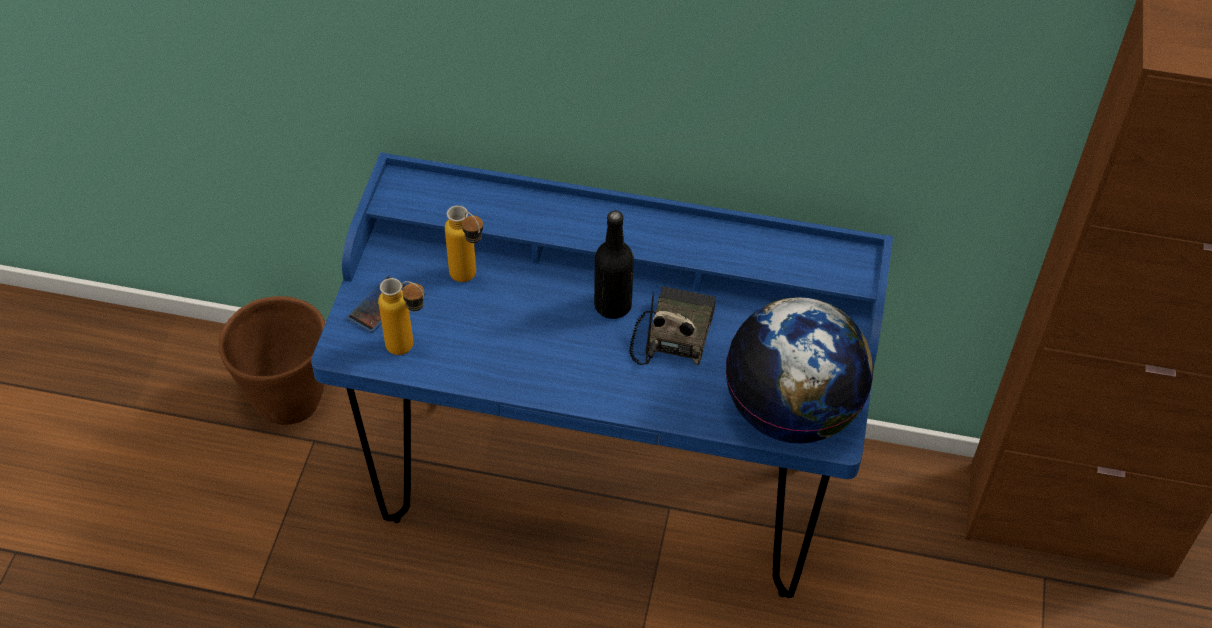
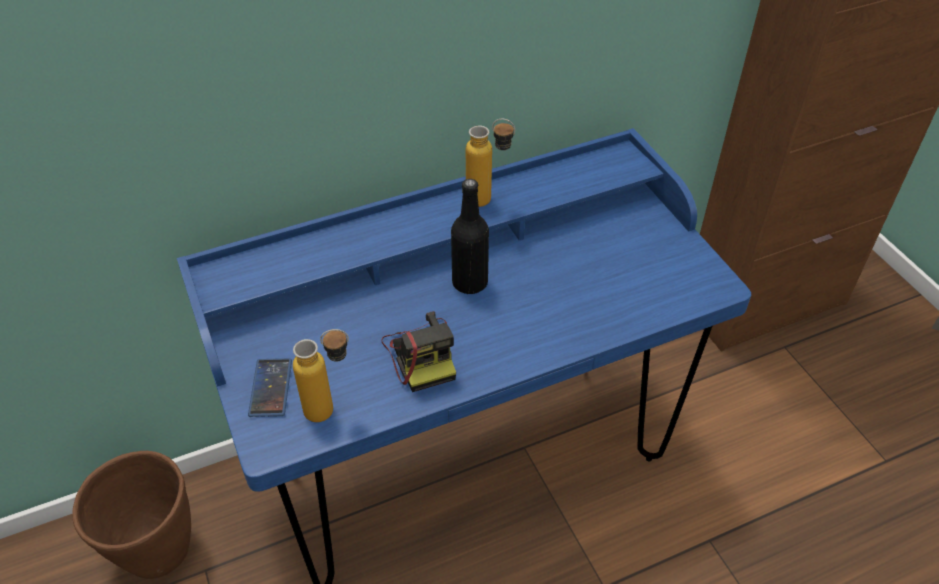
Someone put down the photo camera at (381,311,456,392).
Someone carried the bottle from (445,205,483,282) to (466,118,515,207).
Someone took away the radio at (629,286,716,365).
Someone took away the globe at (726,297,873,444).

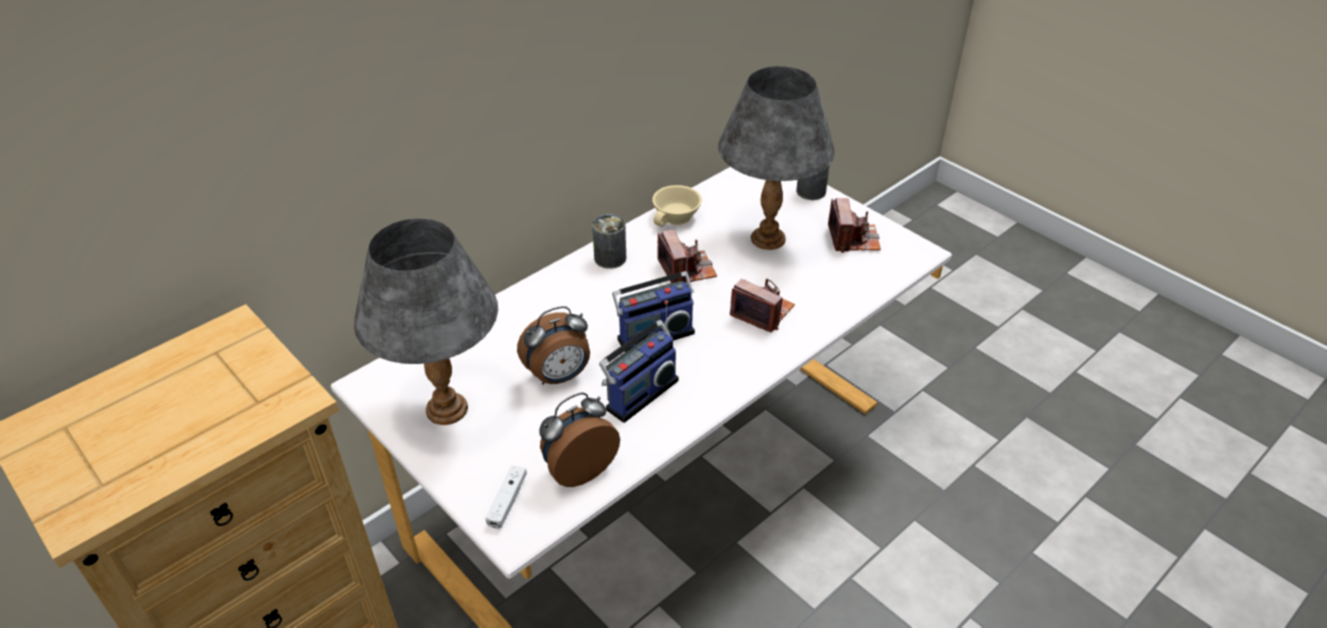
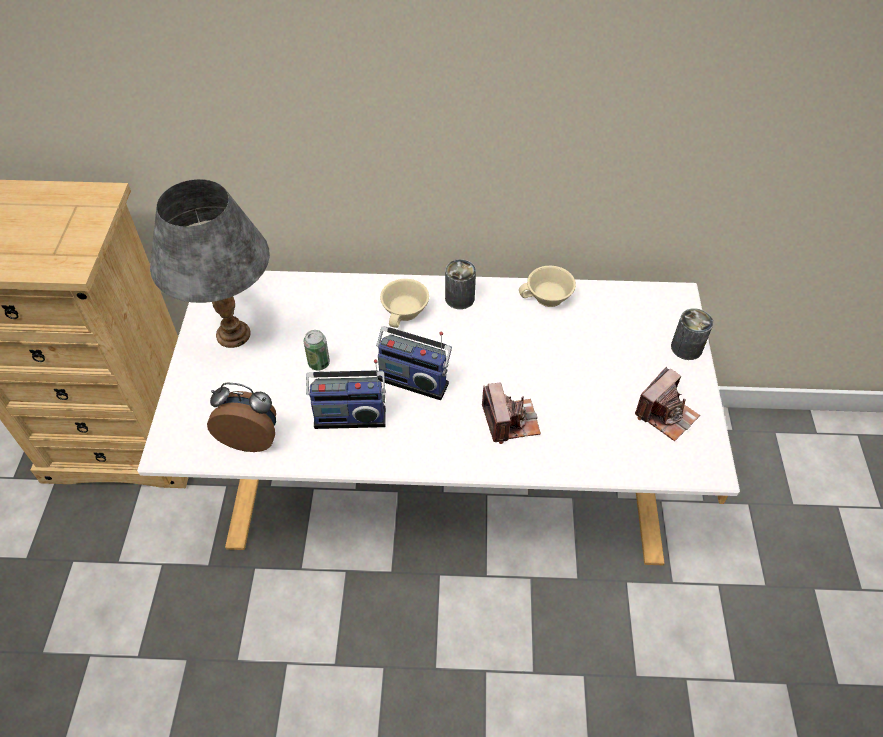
Someone swapped the alarm clock at (517,306,590,385) for the can at (304,330,330,371).
Someone put down the beige cup at (380,279,429,328).
Someone took away the white game controller at (485,466,527,529).
Someone took away the photo camera at (657,230,717,283).
Someone took away the grey table lamp at (718,66,835,250).

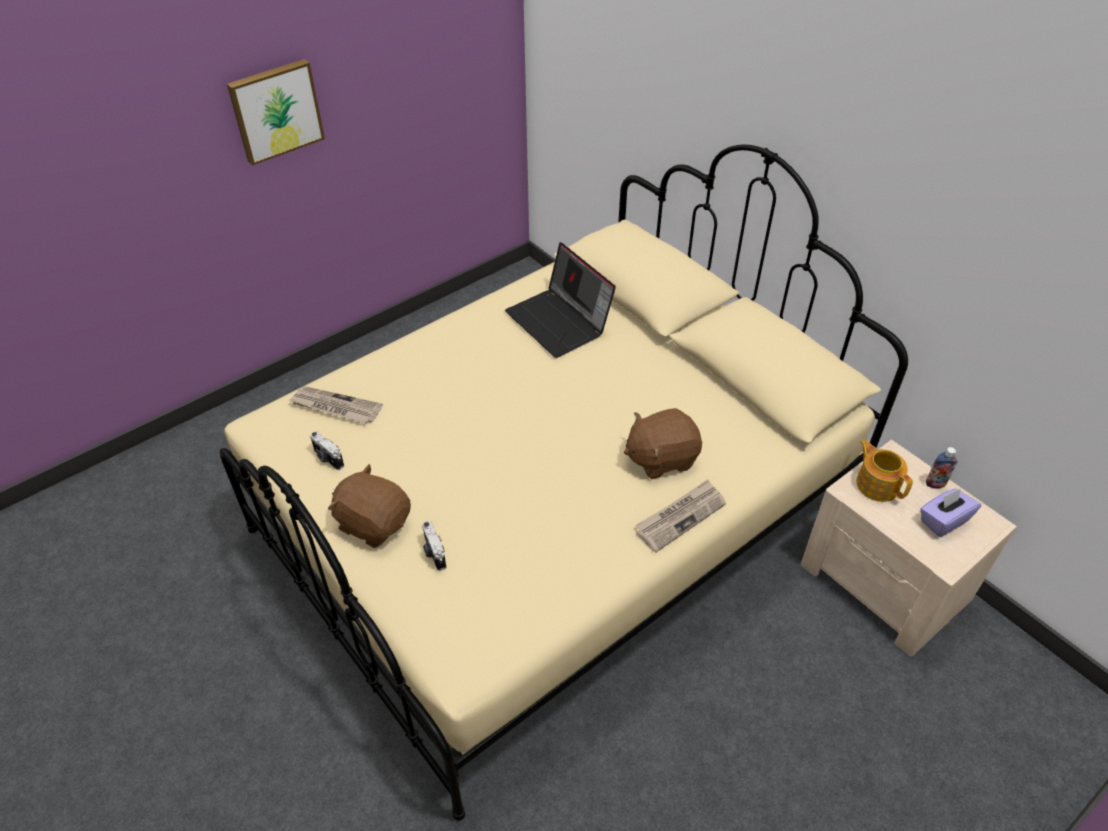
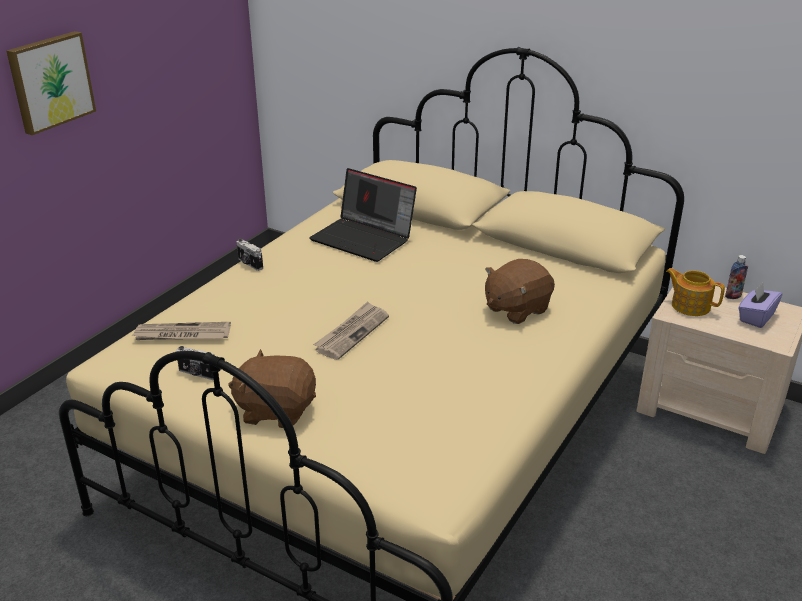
Someone carried the photo camera from (422,521,446,571) to (237,238,263,271).
Someone carried the newspaper from (635,480,726,553) to (313,302,389,360).

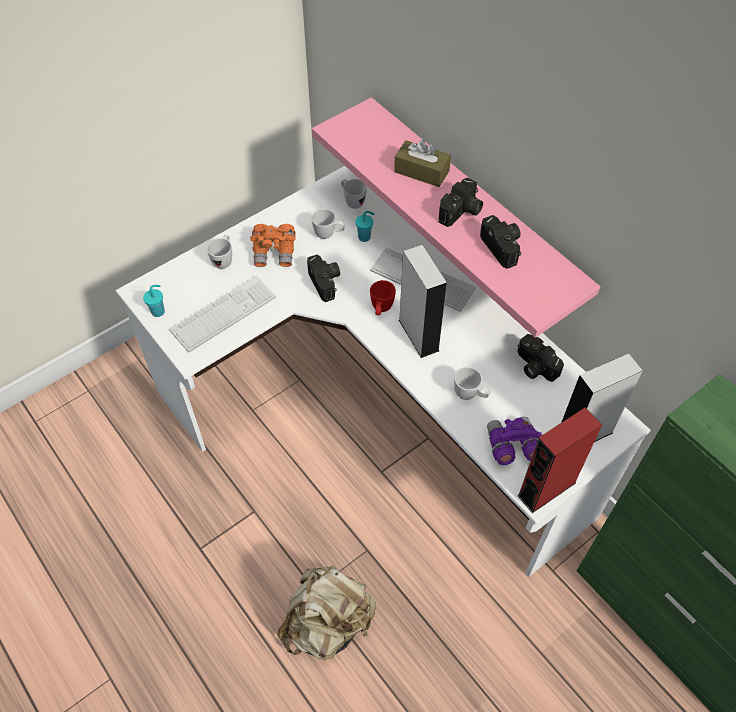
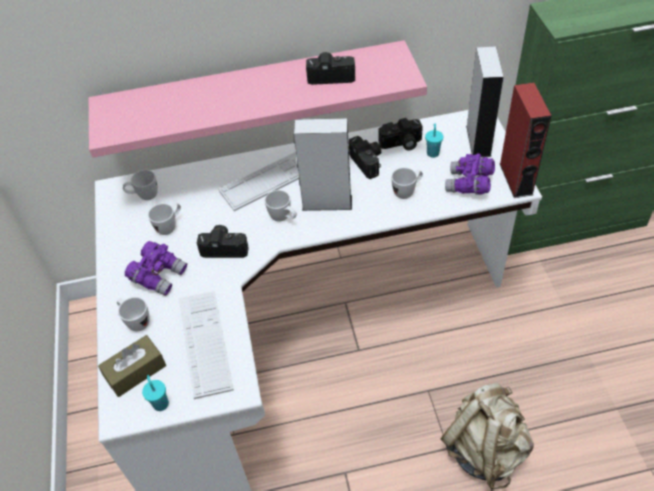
Someone carried the brown tissue box from (394,140,451,187) to (98,335,166,397).
Someone repainted the orange binoculars at (250,224,296,267), which became the purple binoculars at (125,241,187,296).
Someone repainted the red mug at (370,280,396,315), which became the white mug at (265,190,297,222).
Someone carried the photo camera from (438,178,483,227) to (349,136,381,179).
Someone carried the turquoise cup from (355,211,374,242) to (425,124,443,158).

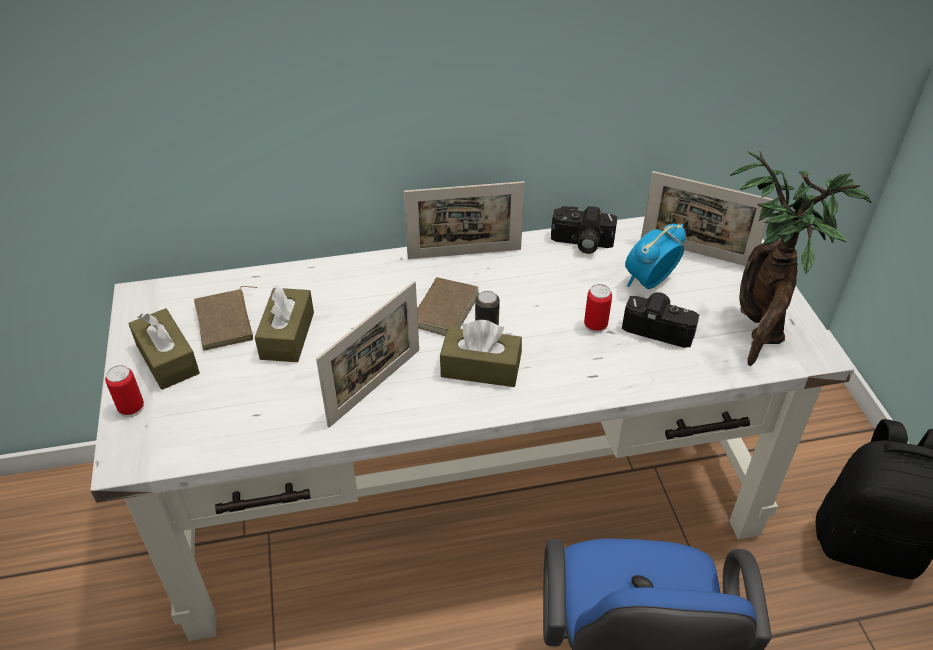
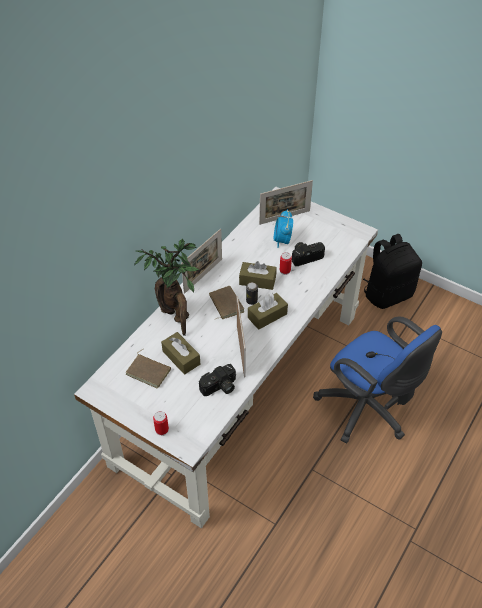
Someone carried the potted plant from (730,151,871,367) to (134,239,199,336).
Someone carried the photo camera from (551,206,617,254) to (199,364,236,396).
Someone carried the brown tissue box from (128,308,200,390) to (239,261,277,290).

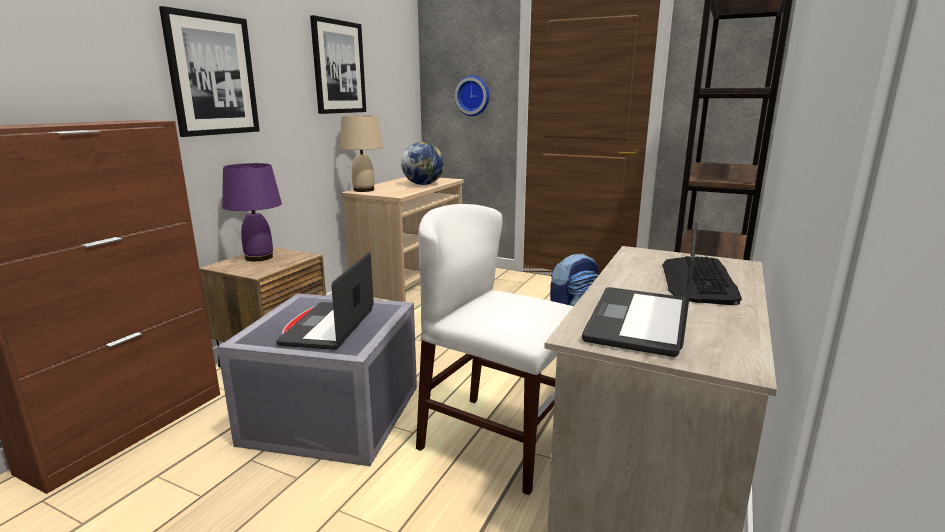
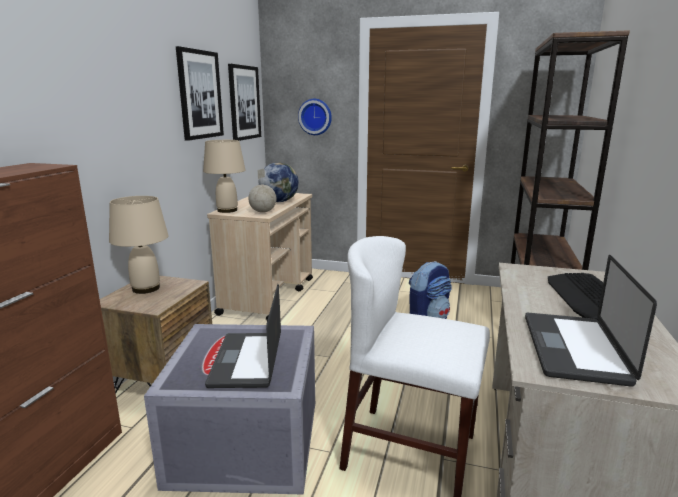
Someone repainted the purple table lamp at (222,163,282,261), which became the beige table lamp at (109,196,168,294).
Someone carried the picture from (159,6,260,137) to (228,64,261,141).
Someone put down the globe at (248,168,277,213).

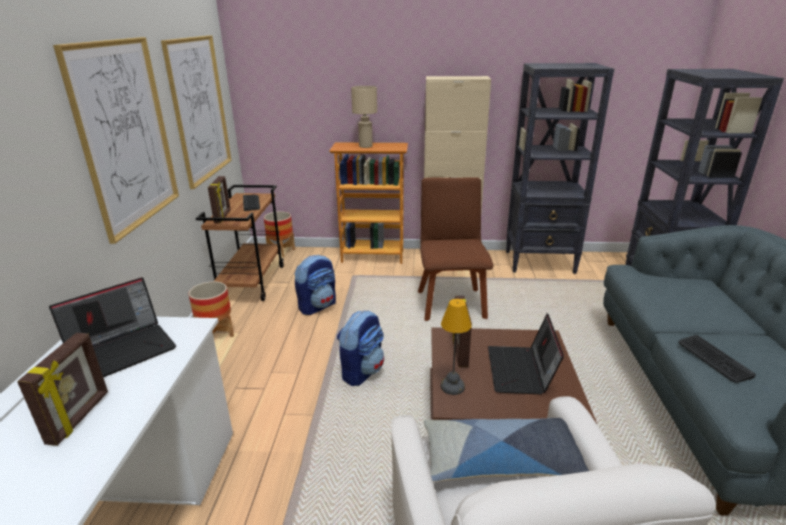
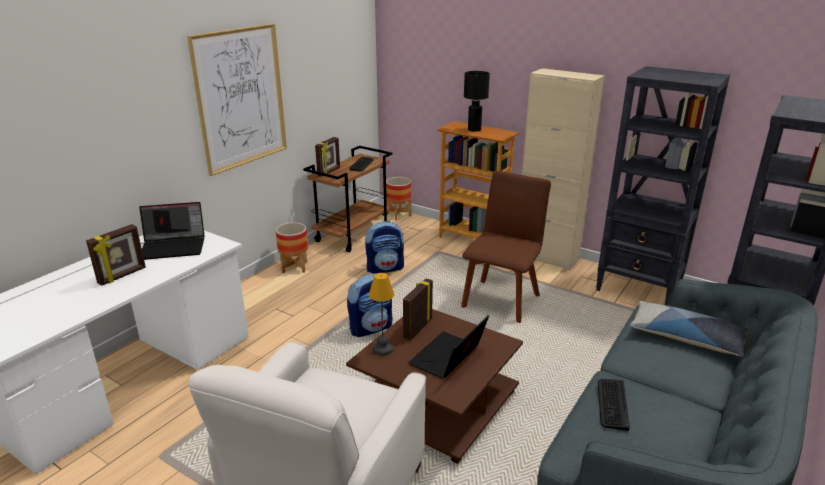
Someone repainted the beige table lamp at (351,86,377,148), which became the black table lamp at (464,71,490,132).
Someone carried the pillow from (424,418,589,482) to (630,301,749,356).
Someone took away the picture at (161,35,232,189).

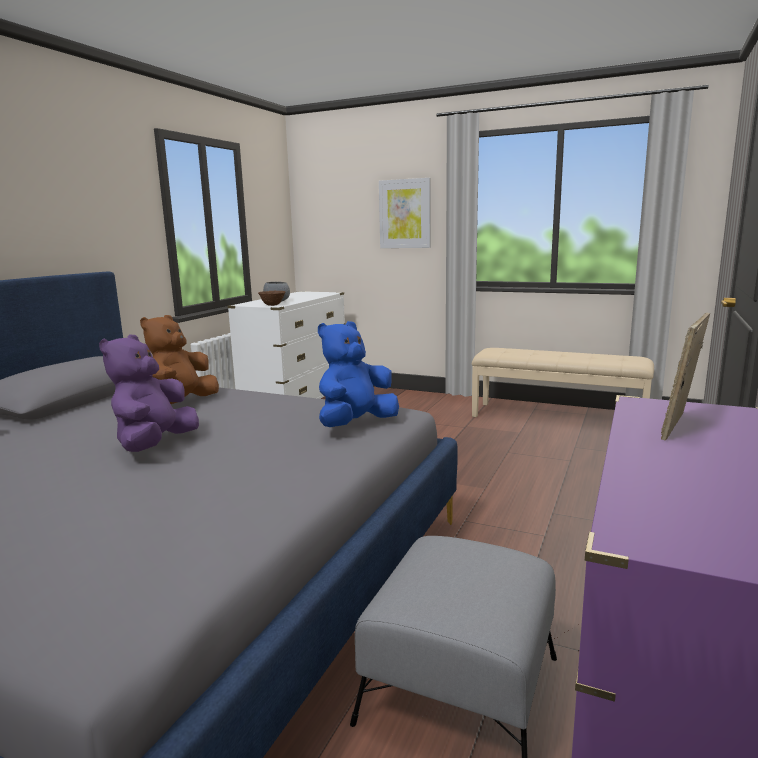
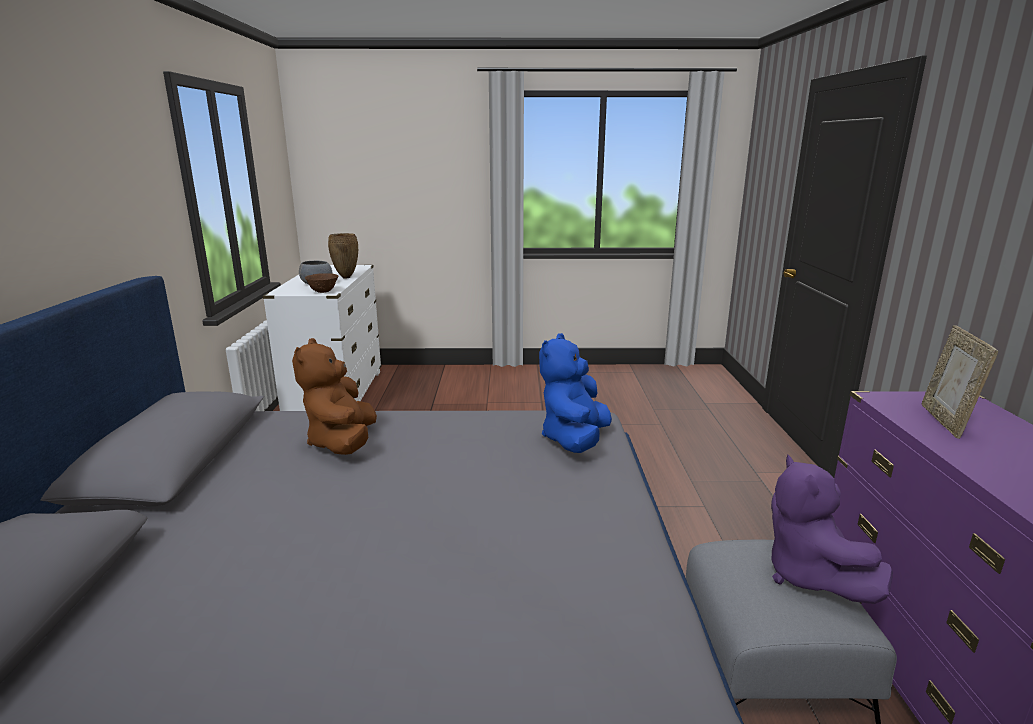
Someone put down the brown vase at (328,233,358,279).
Someone carried the purple plush toy from (99,335,199,452) to (771,454,893,604).
Someone took away the picture at (379,178,431,248).
Someone took away the beige bench at (471,348,654,417).

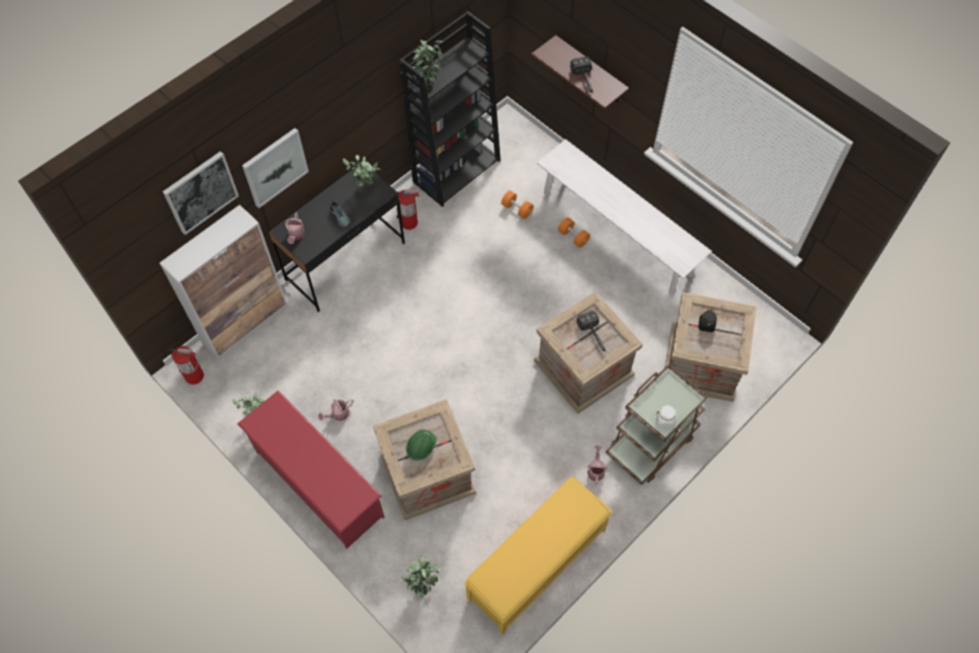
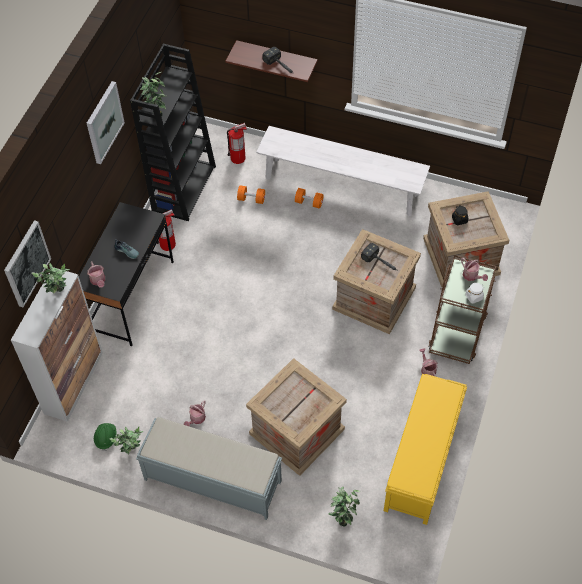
Someone carried the potted plant from (343,155,381,187) to (32,263,70,294).
Someone carried the picture from (242,128,309,208) to (87,81,125,164).
Someone carried the green hard hat from (406,429,437,462) to (94,423,116,451).
Someone swapped the red shoe rack at (237,390,385,548) for the grey bench at (136,417,282,520).
Someone carried the fire extinguisher from (169,346,204,385) to (227,123,247,164).
Someone put down the watering can at (461,258,488,281).

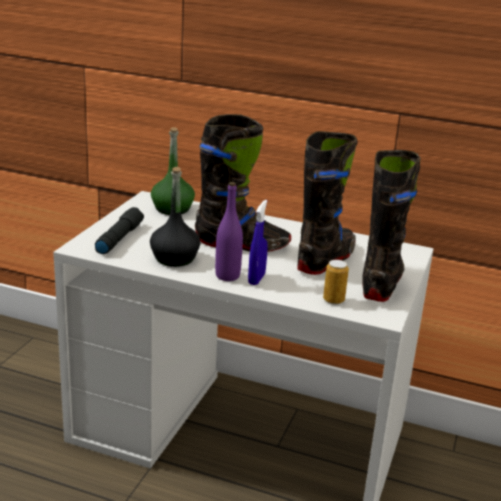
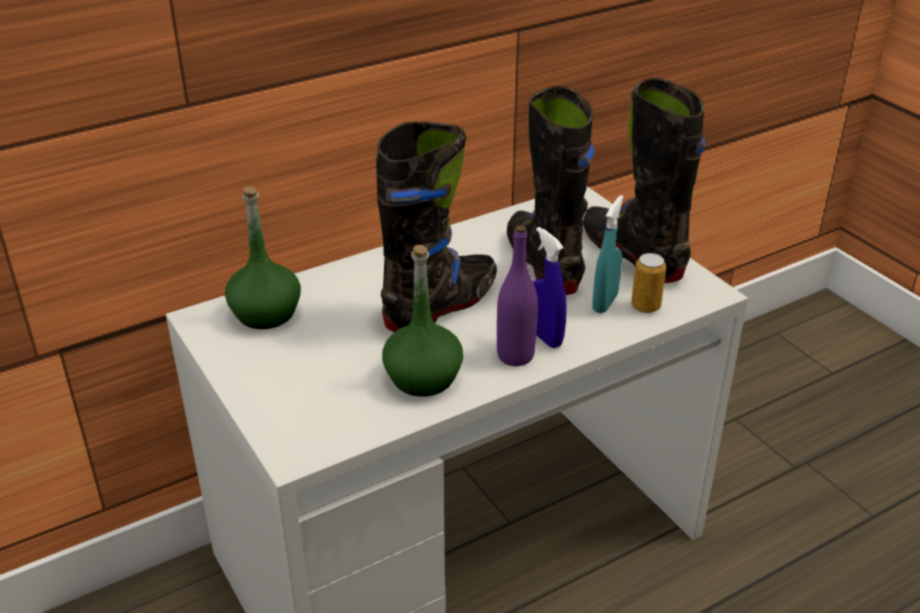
Someone repainted the black bottle at (150,167,200,267), which became the green bottle at (382,245,463,397).
Someone put down the turquoise spray bottle at (592,195,624,313).
Someone took away the black flashlight at (95,207,144,254).

